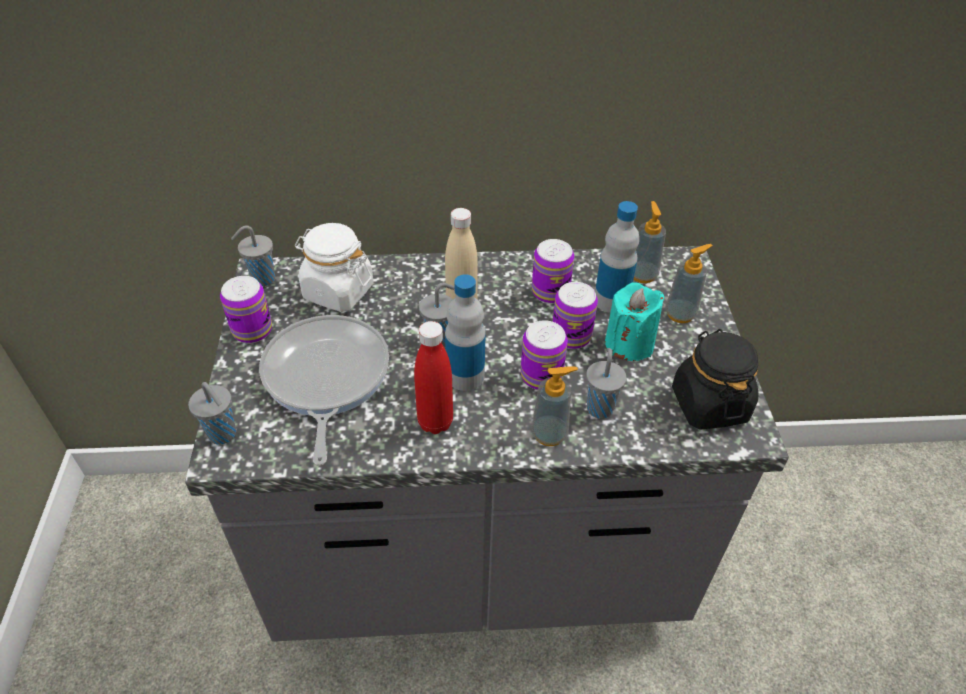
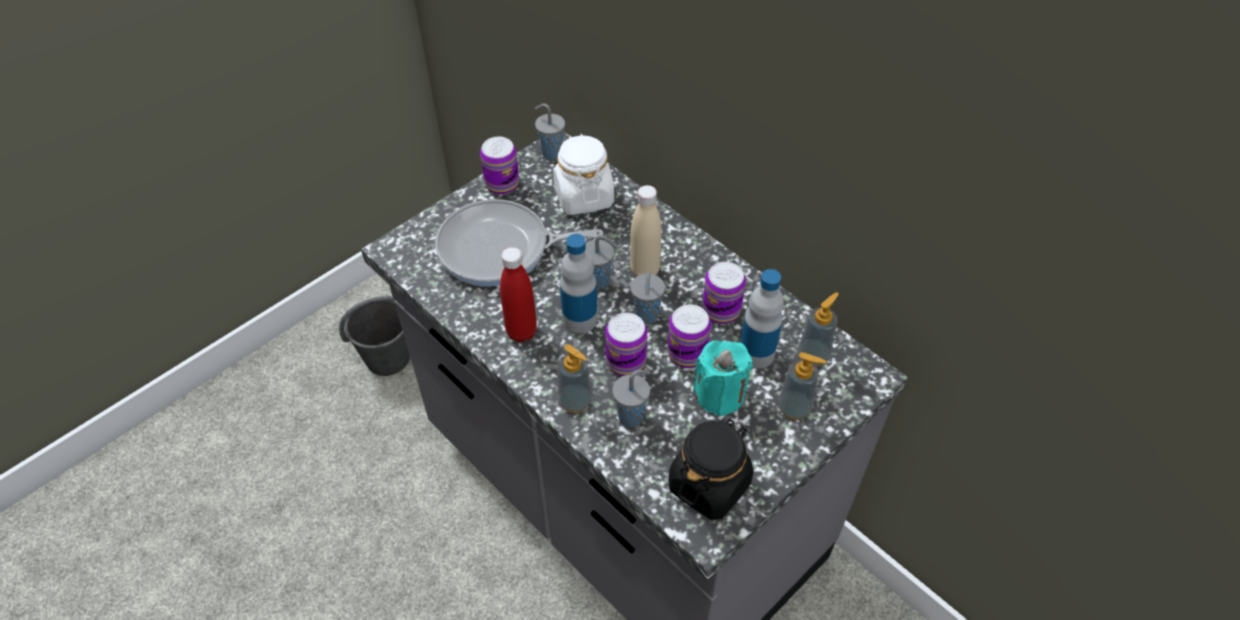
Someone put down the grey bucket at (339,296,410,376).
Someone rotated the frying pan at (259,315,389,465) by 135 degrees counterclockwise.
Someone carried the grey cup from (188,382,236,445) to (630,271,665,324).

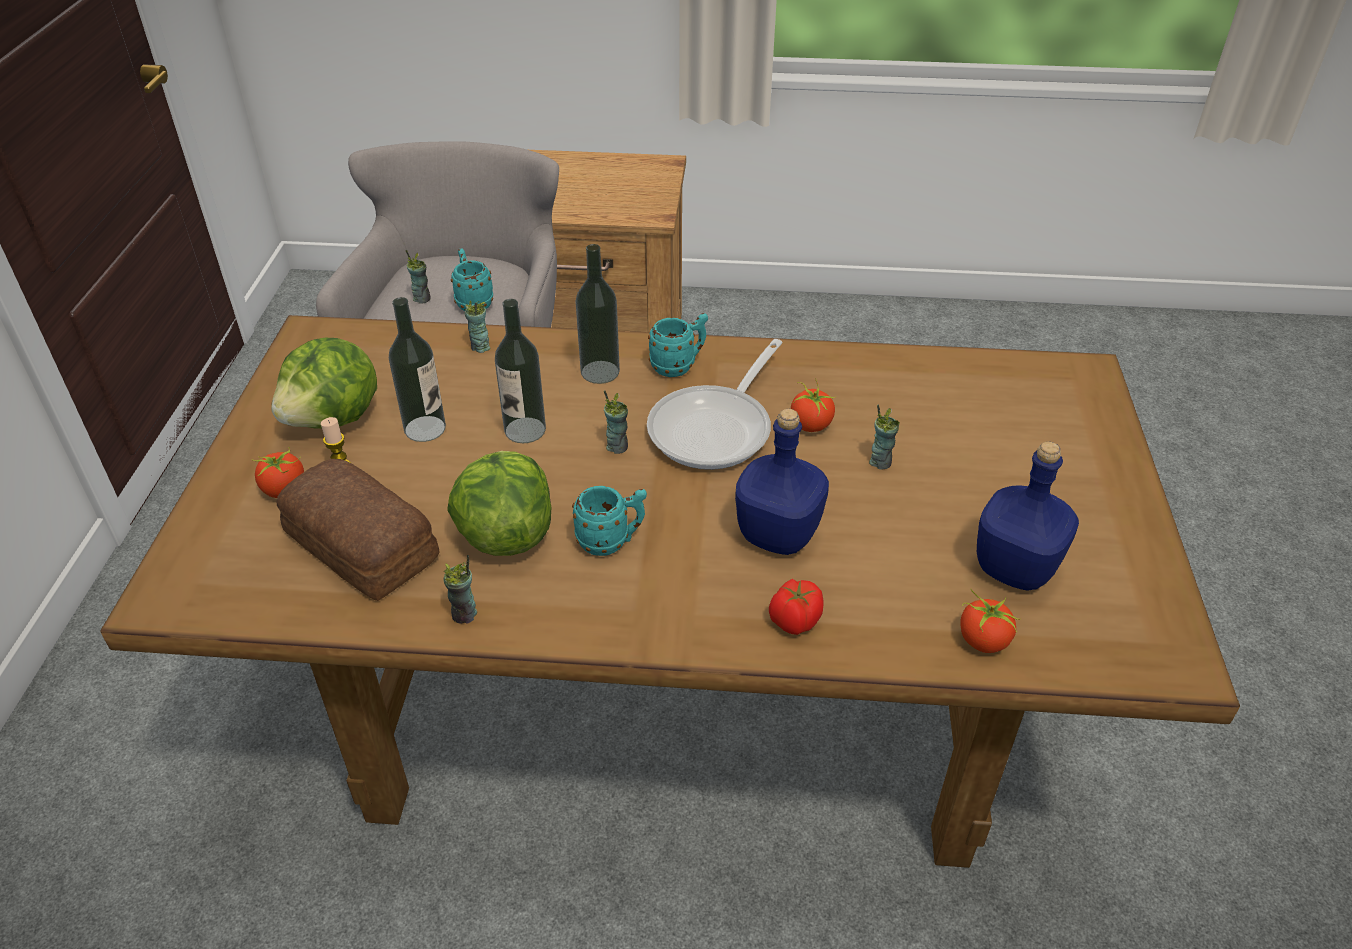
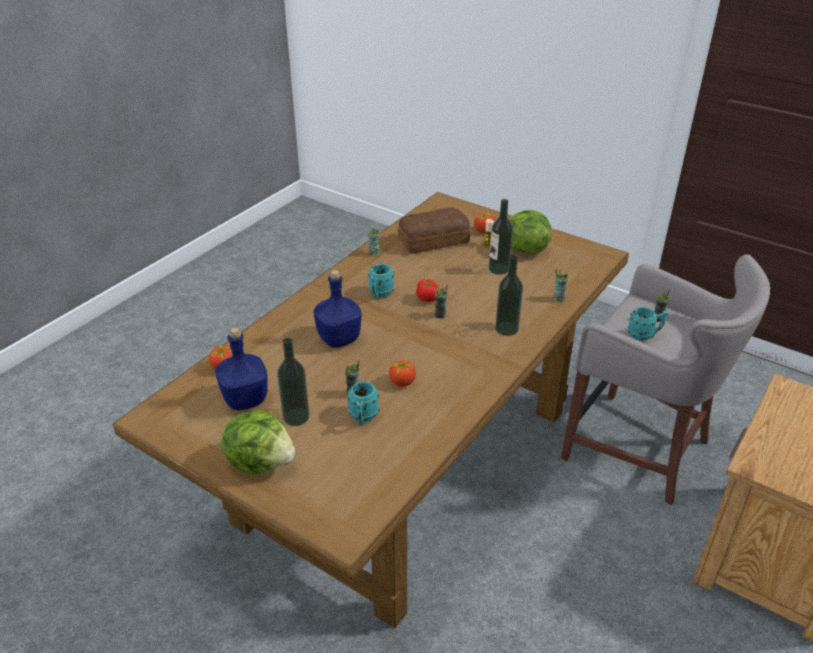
Someone carried the lettuce from (447,451,551,556) to (221,411,295,475).
Someone carried the bottle from (495,299,546,443) to (277,338,310,426).
Someone carried the turquoise mug from (648,313,708,377) to (347,381,379,425).
Someone carried the tomato from (769,579,824,635) to (416,279,439,302).
Someone took away the frying pan at (647,339,783,470).

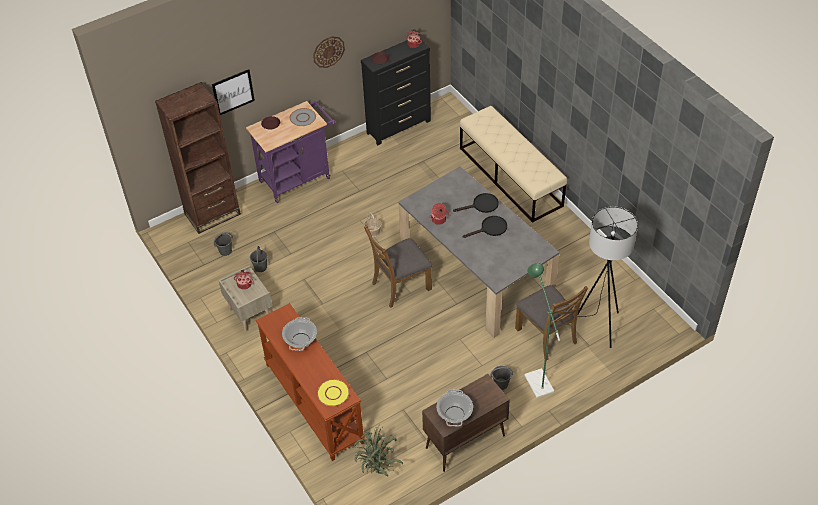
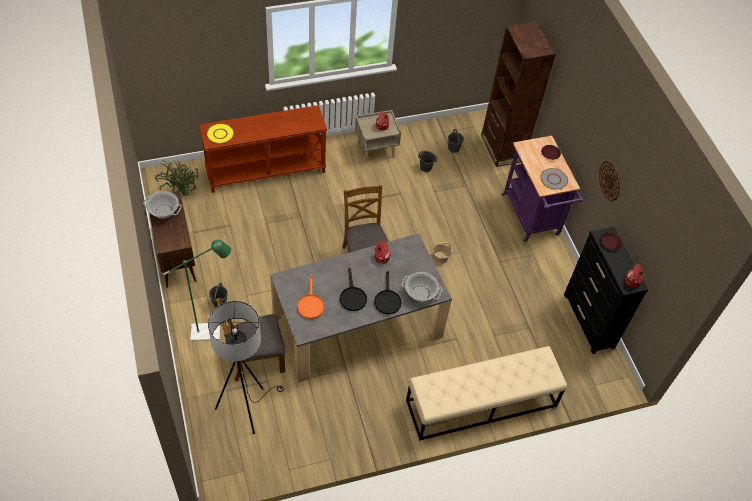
Someone put down the orange frying pan at (297,275,325,319).
Someone carried the cooking pot from (282,317,317,351) to (402,272,442,302).
Someone took away the picture at (212,69,255,115).

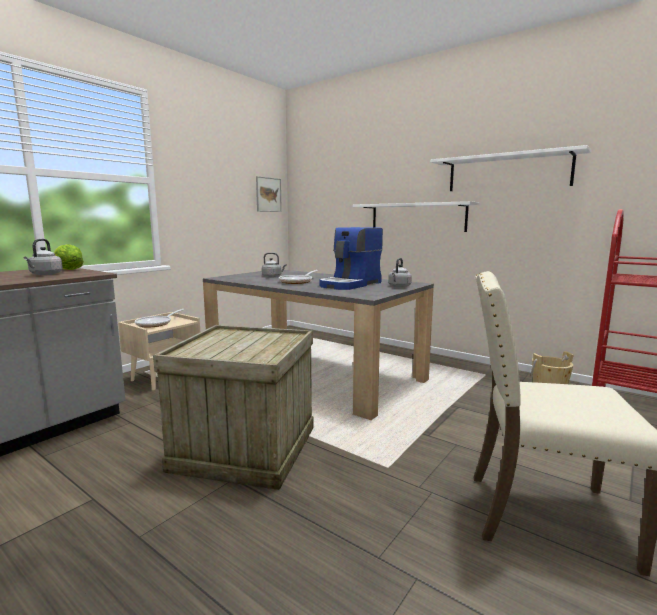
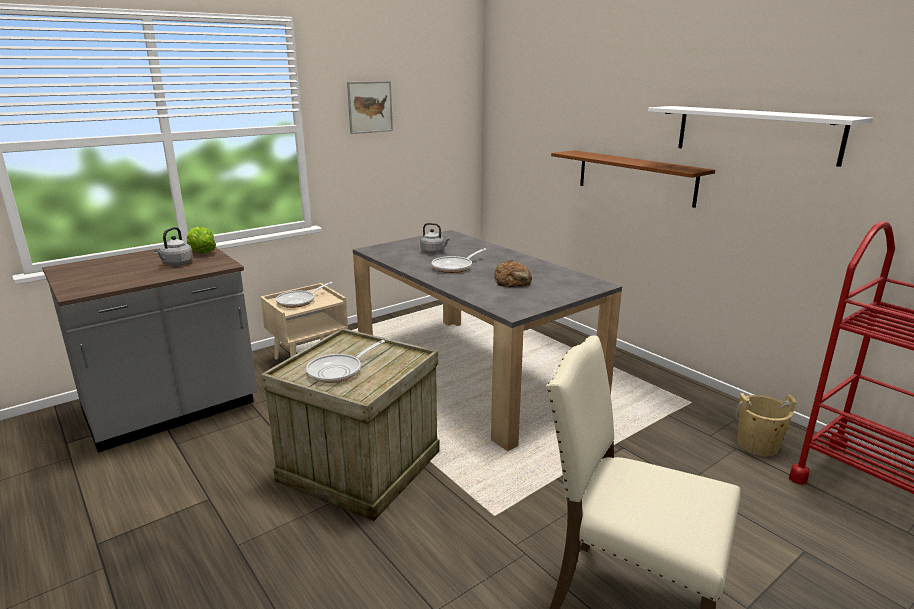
Someone put down the frying pan at (306,340,385,383).
Someone carried the picture from (256,176,282,212) to (347,81,393,134).
Someone swapped the coffee machine at (320,227,383,290) for the bread at (494,260,532,287).
Someone repainted the white shelf at (353,201,480,232), which became the brown shelf at (551,150,715,208).
Someone took away the grey kettle at (388,258,412,288).

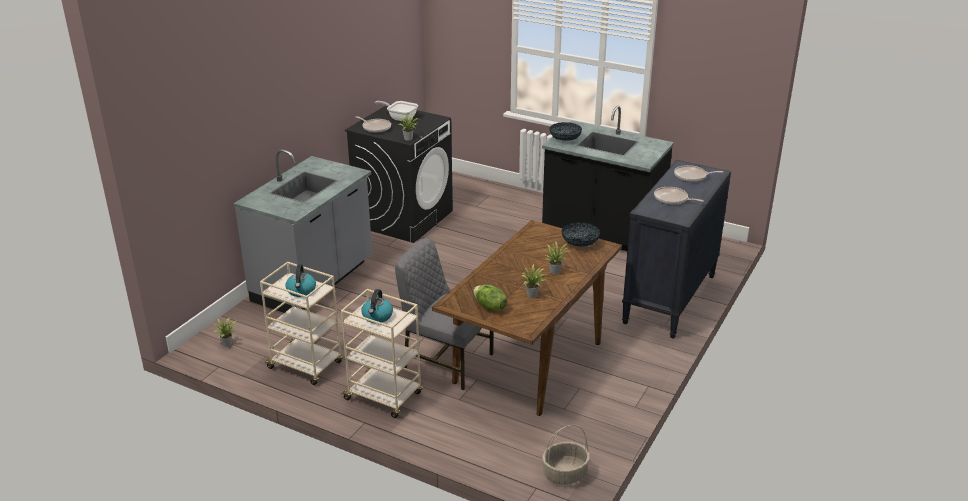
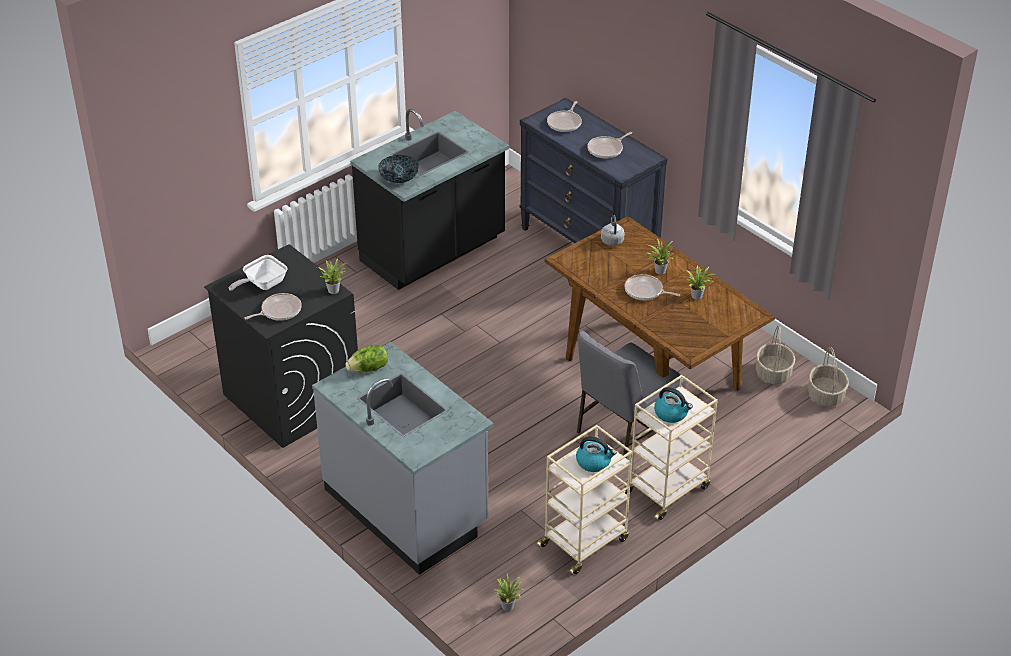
Someone carried the lettuce from (473,285,507,312) to (346,345,388,373).
Someone swapped the bowl at (561,222,600,247) for the grey kettle at (601,215,625,246).
Someone put down the frying pan at (624,274,680,300).
Someone put down the basket at (756,325,795,385).

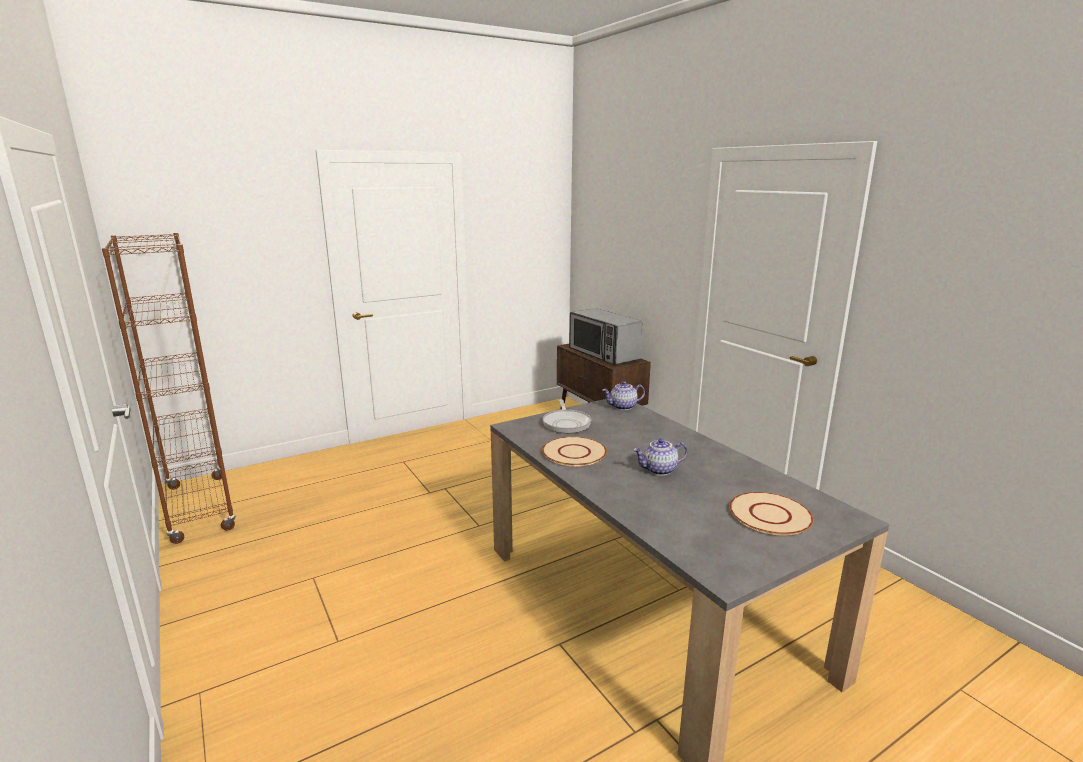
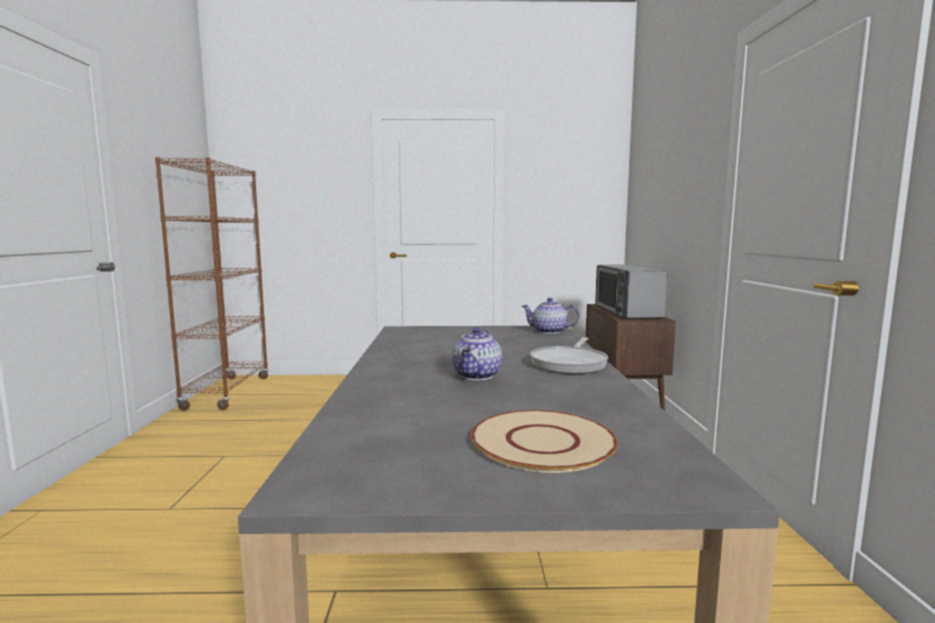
Someone rotated the teapot at (633,438,688,476) by 90 degrees counterclockwise.
Someone carried the frying pan from (543,399,591,433) to (530,337,608,374).
Someone took away the beige plate at (542,437,607,466).

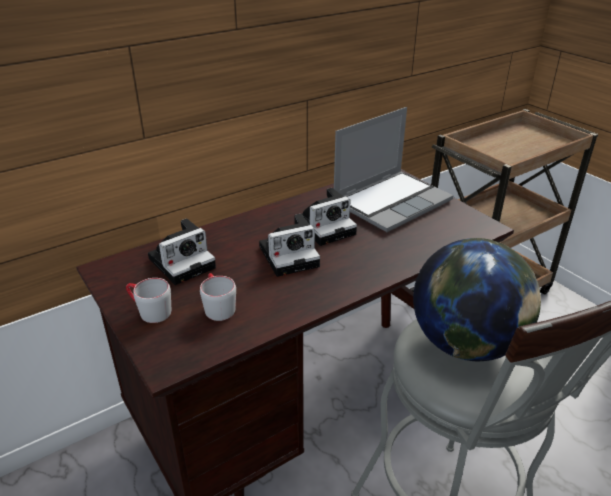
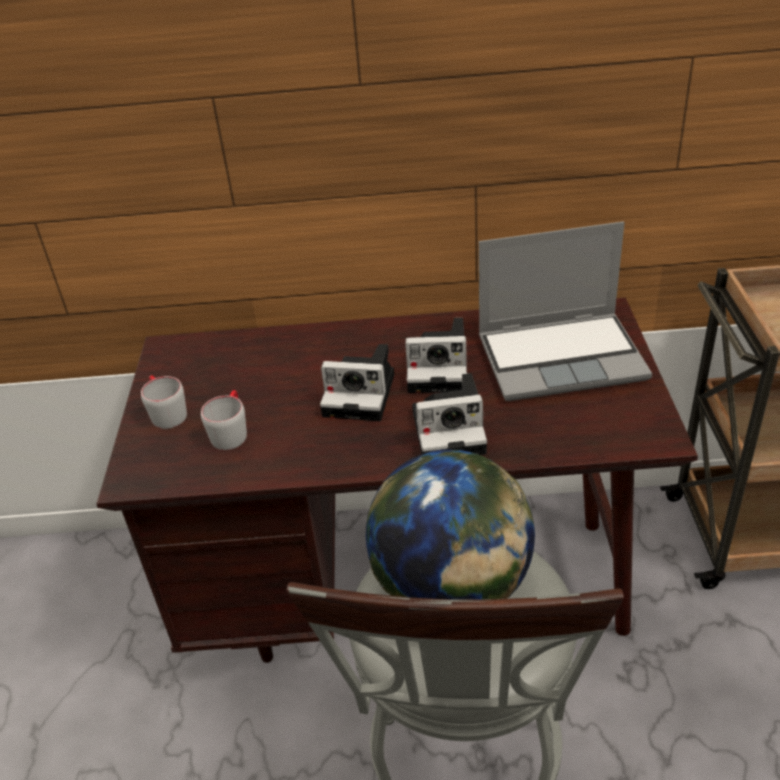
Someone carried the photo camera from (148,218,216,285) to (412,373,487,455).

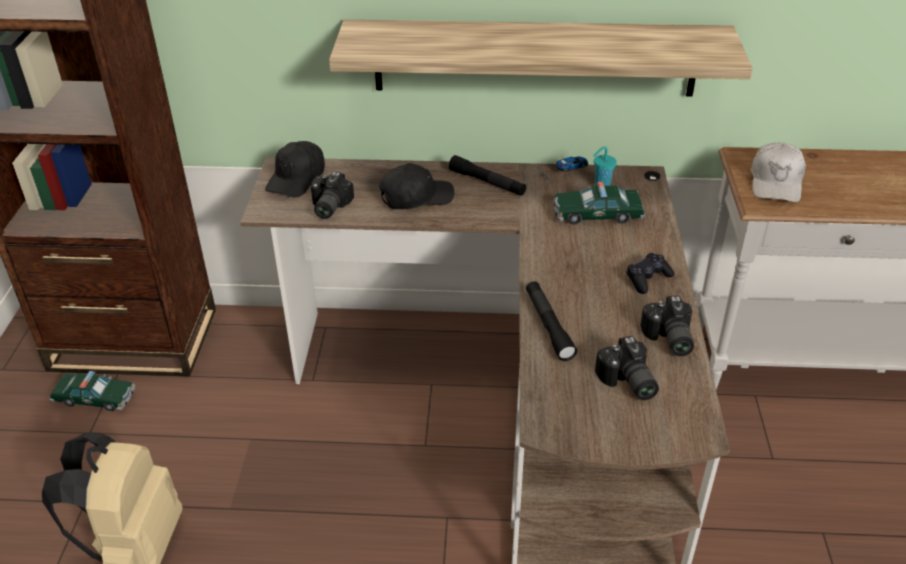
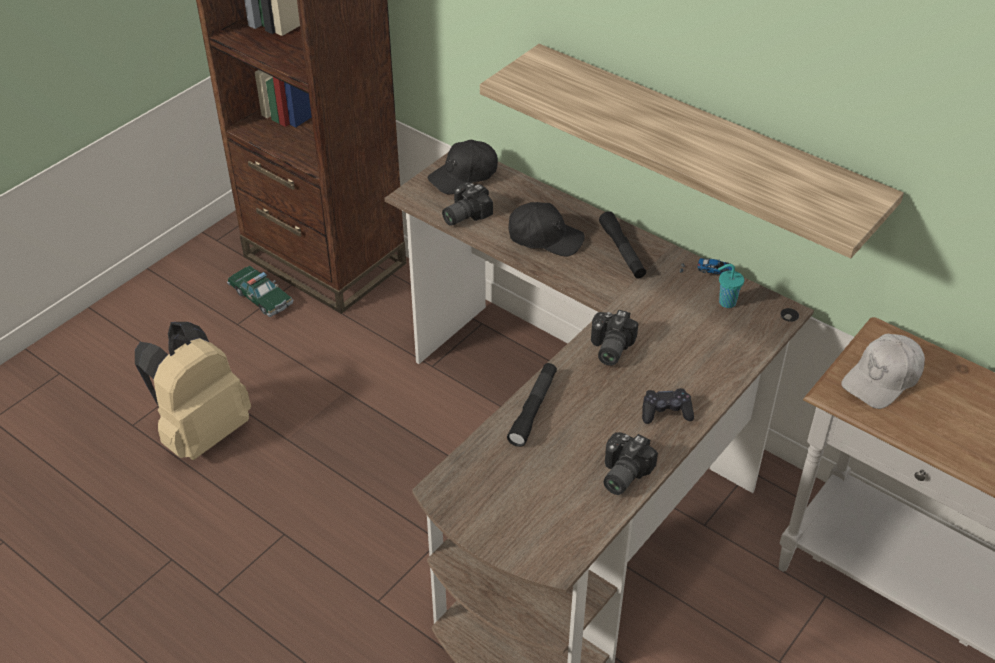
Someone carried the photo camera from (595,336,659,400) to (591,310,638,366).
Someone took away the toy car at (554,182,645,225).

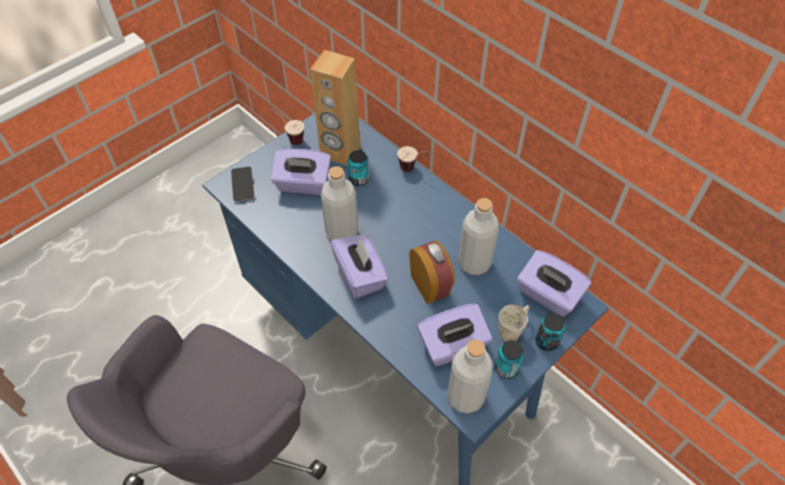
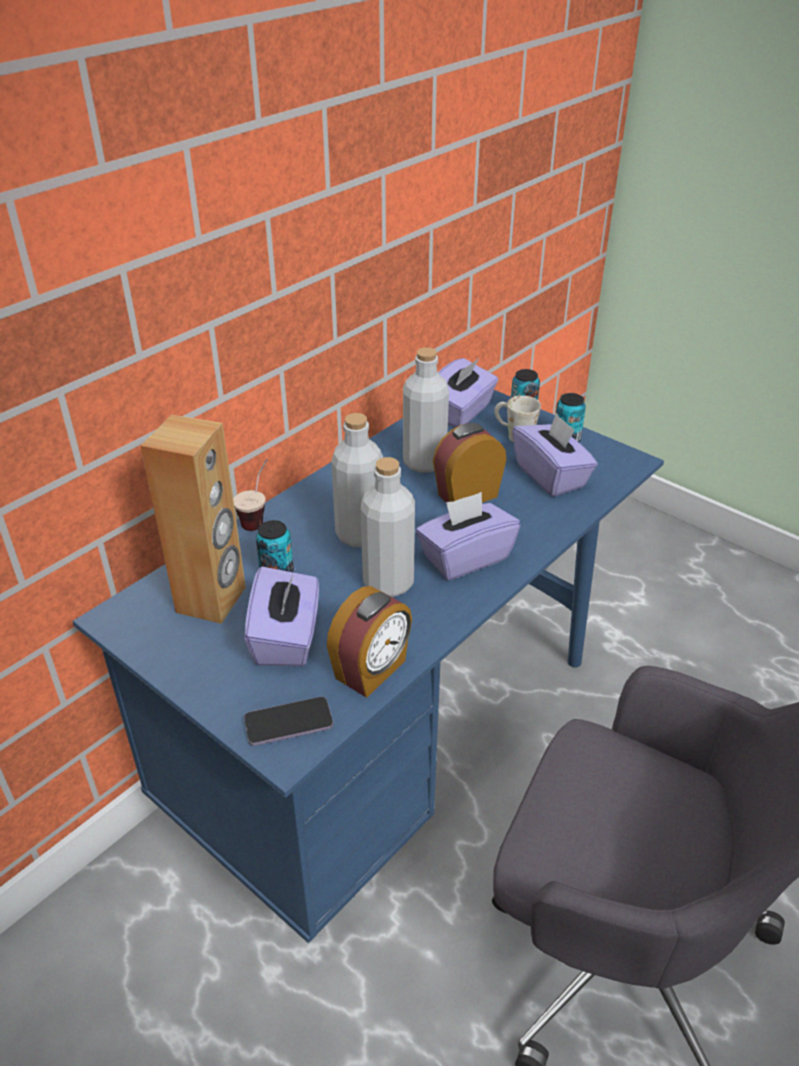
Someone put down the alarm clock at (327,586,412,698).
Someone carried the grey bottle from (447,340,493,413) to (331,413,383,547).
Someone took away the cup at (270,109,304,145).

